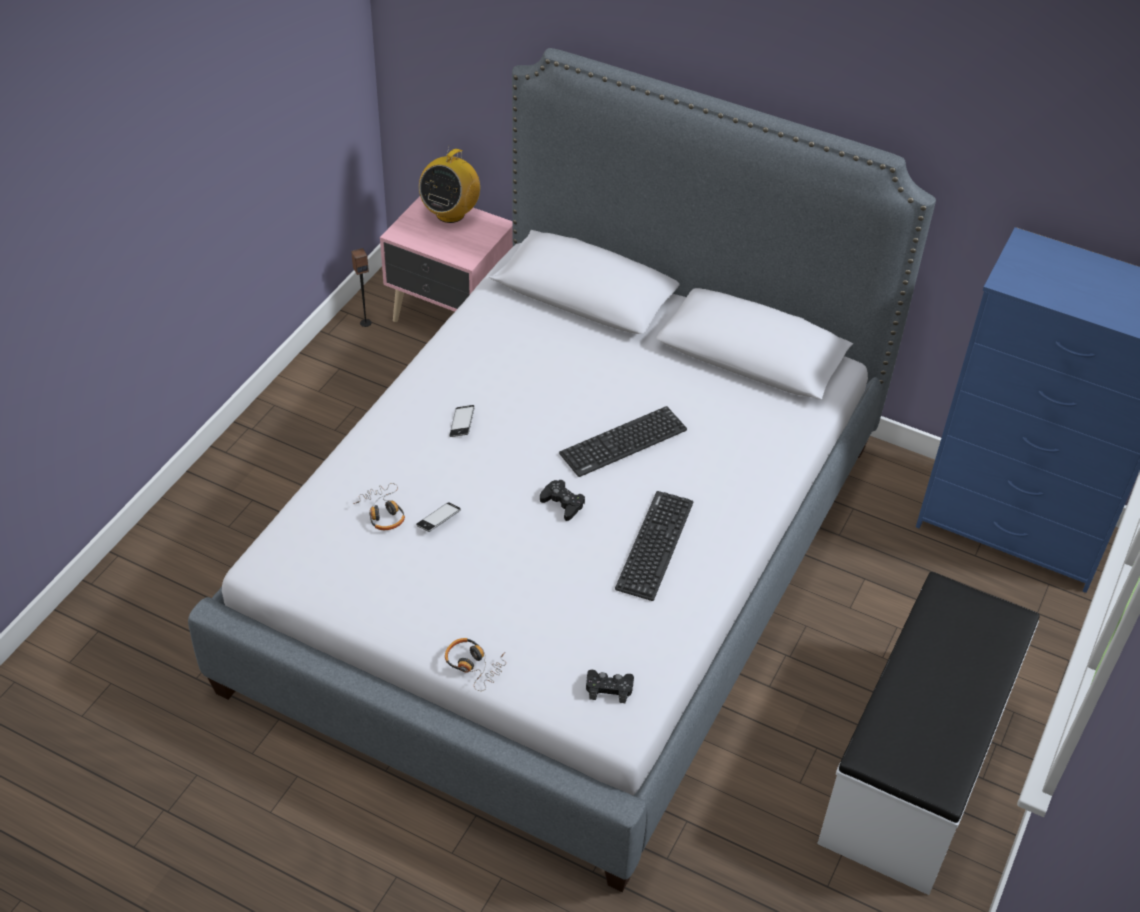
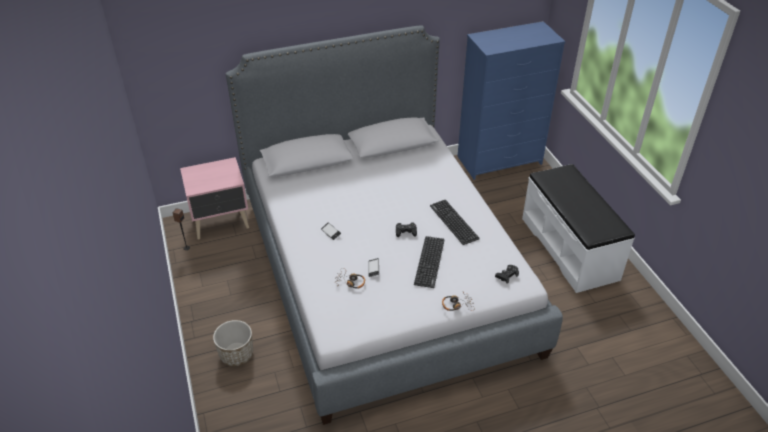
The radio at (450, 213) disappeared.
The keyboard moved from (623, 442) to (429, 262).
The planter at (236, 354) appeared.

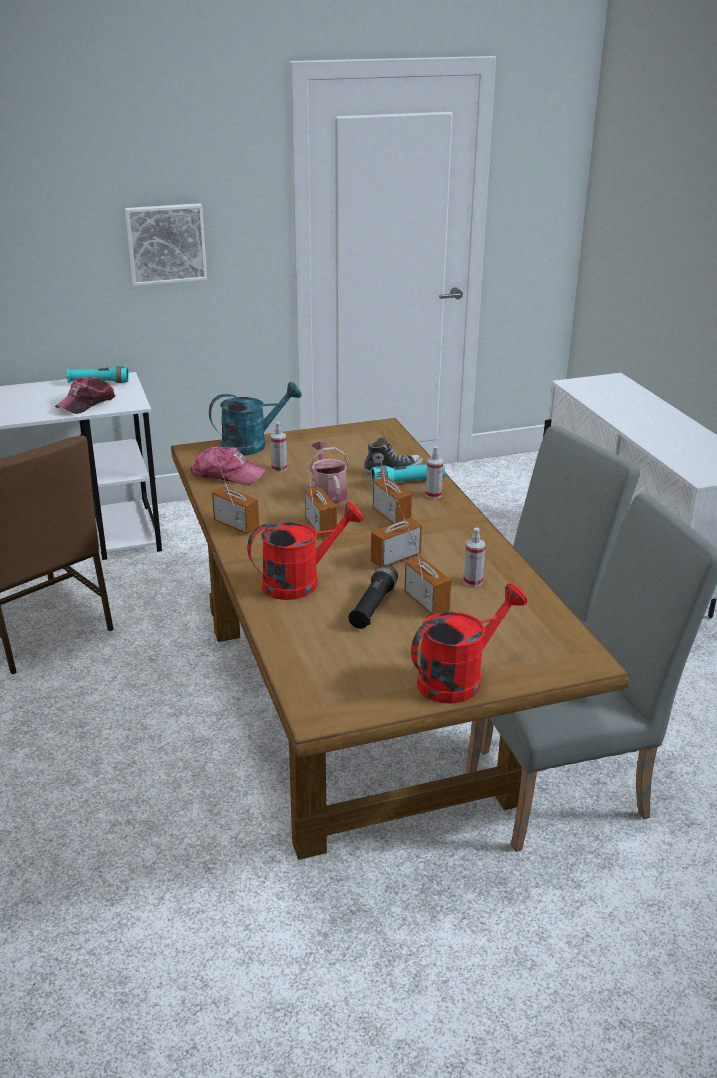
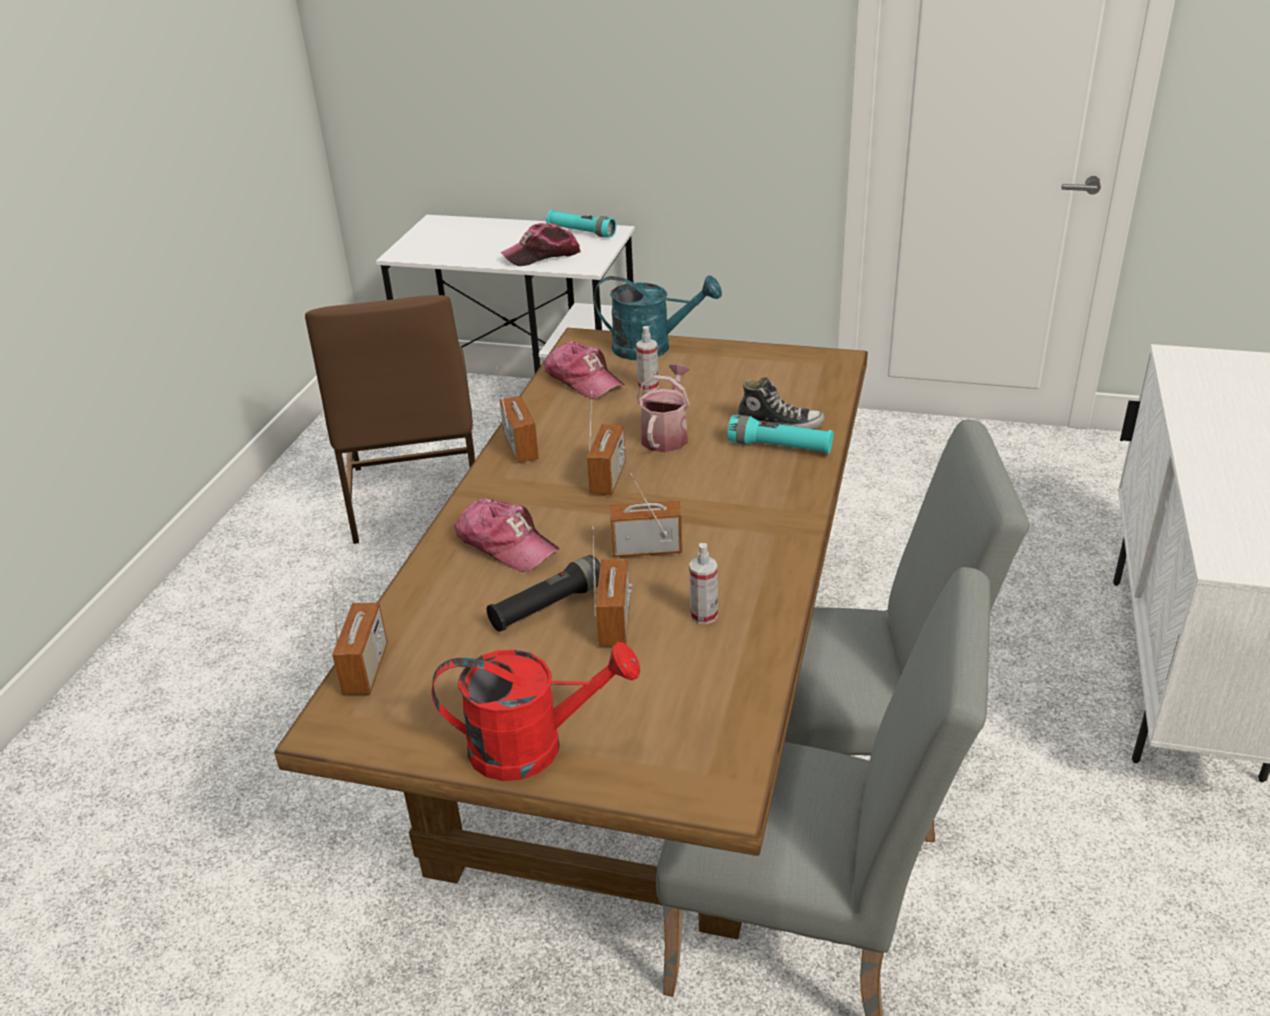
The picture at (166, 243) disappeared.
The spray_bottle at (433, 495) disappeared.
The radio moved from (391, 516) to (366, 669).
The red_watering_can at (300, 582) was replaced by the cap at (506, 544).

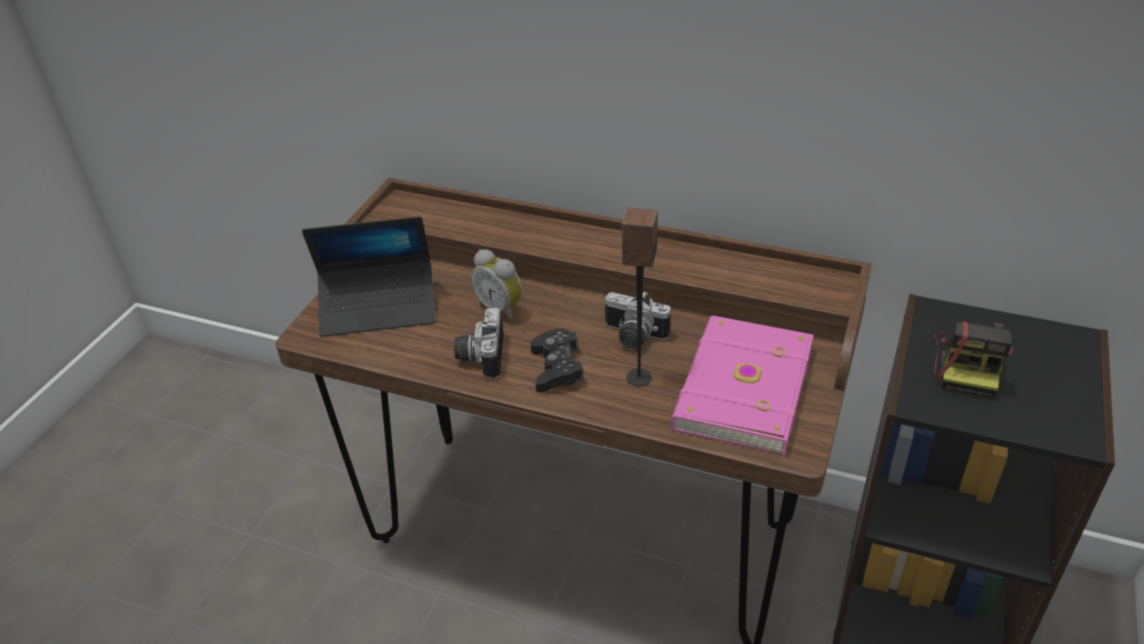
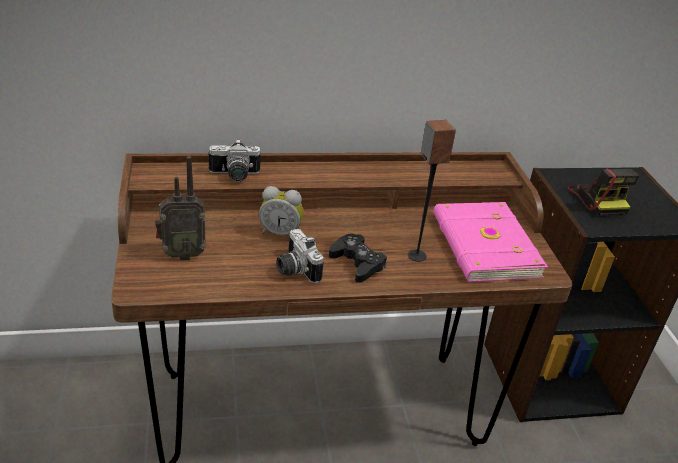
The laptop at (379, 307) was replaced by the radio at (181, 254).
The photo_camera moved from (632, 337) to (234, 176).

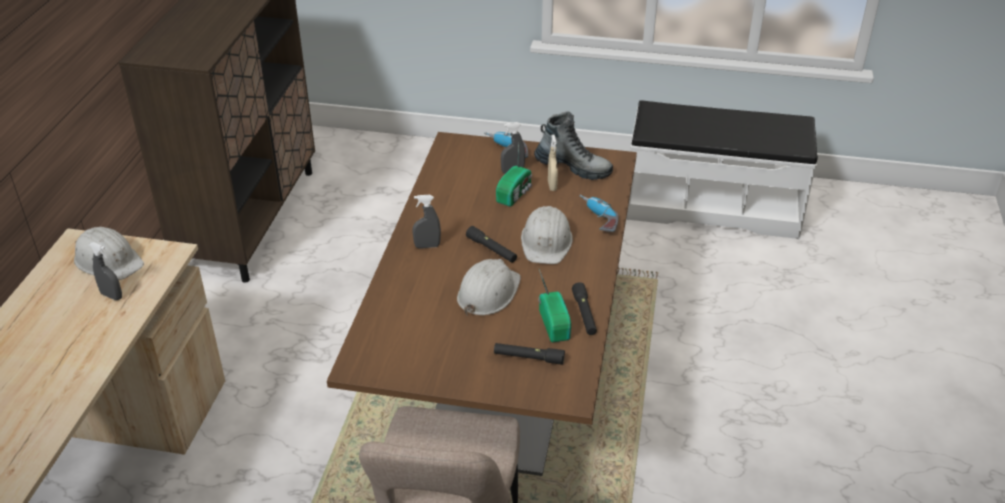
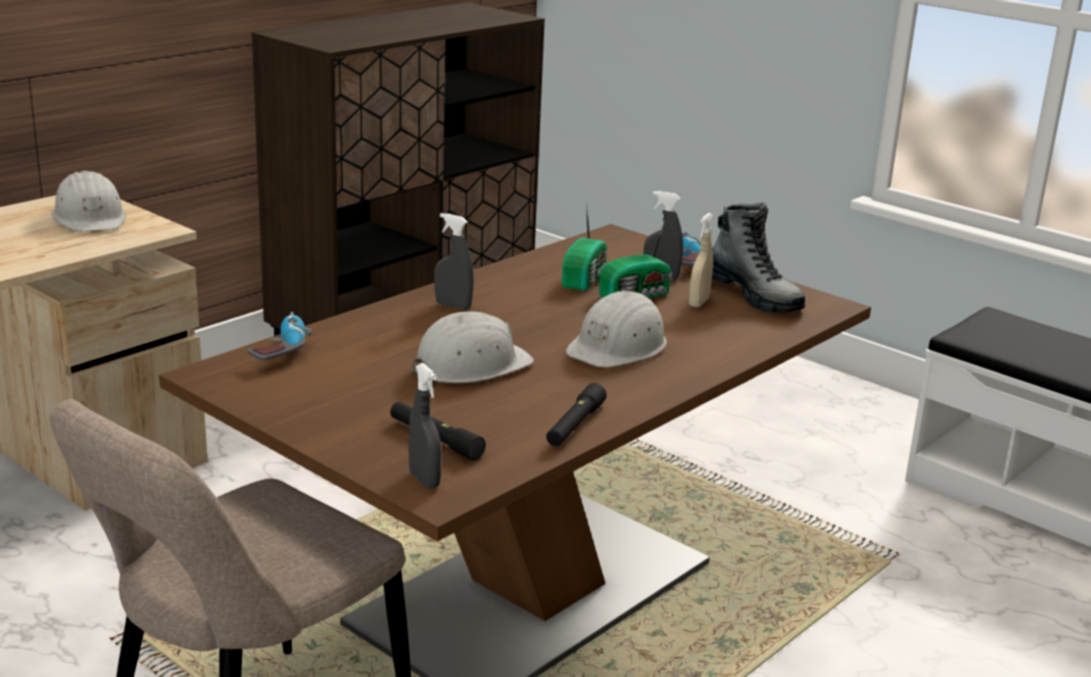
The power_drill moved from (597, 219) to (280, 348).
The black_flashlight at (491, 249) disappeared.
The grey_spray_bottle moved from (112, 296) to (424, 479).
The radio moved from (555, 323) to (586, 278).

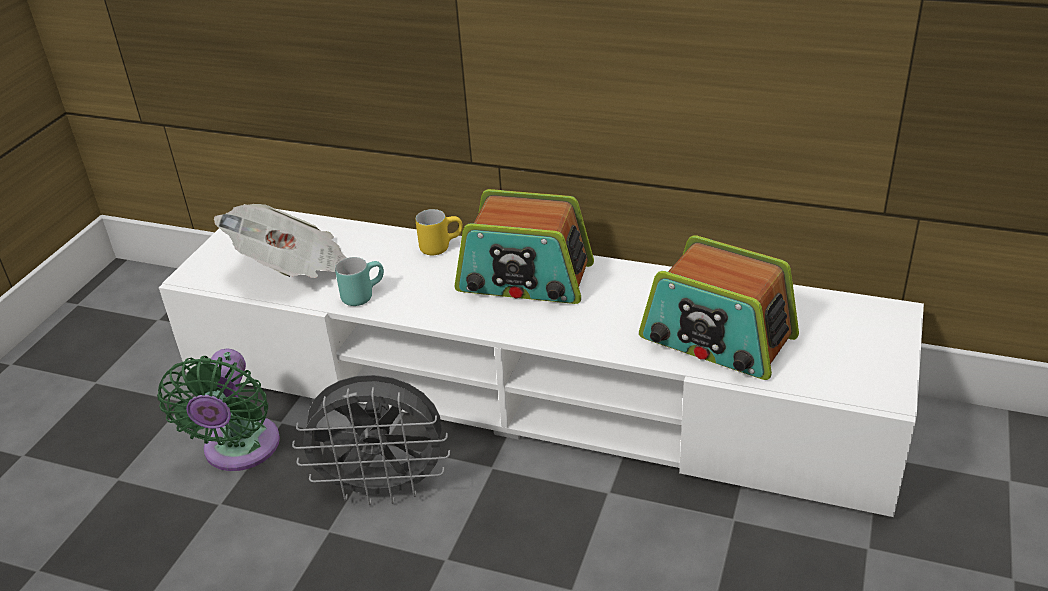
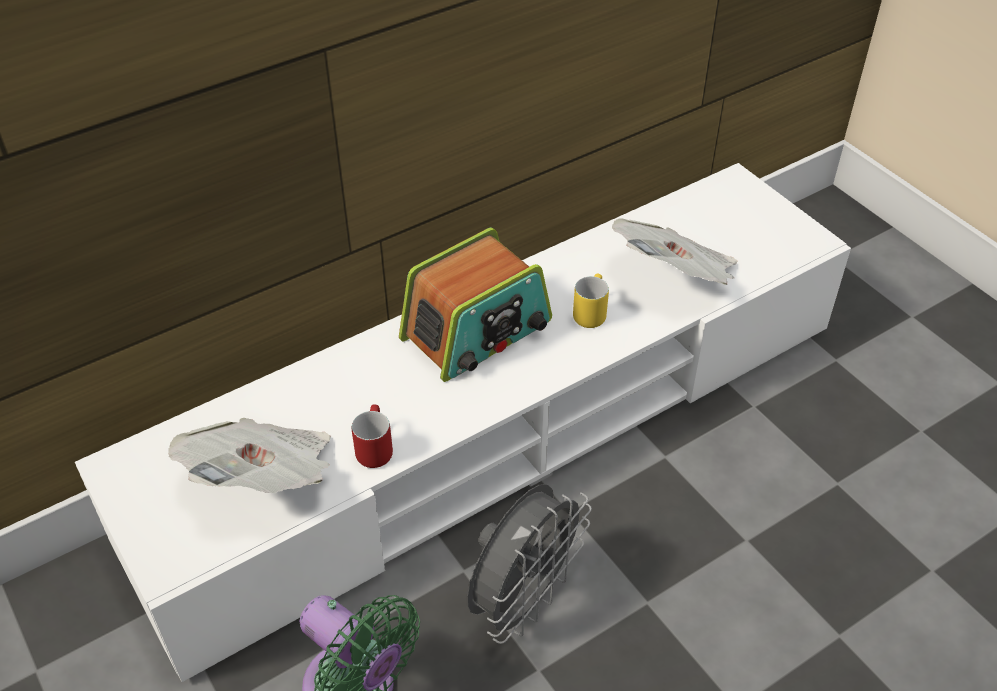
The yellow_mug moved from (440, 246) to (588, 312).
The radio at (717, 339) was replaced by the newspaper at (676, 277).
The turquoise_mug at (362, 294) became the red_mug at (372, 448).

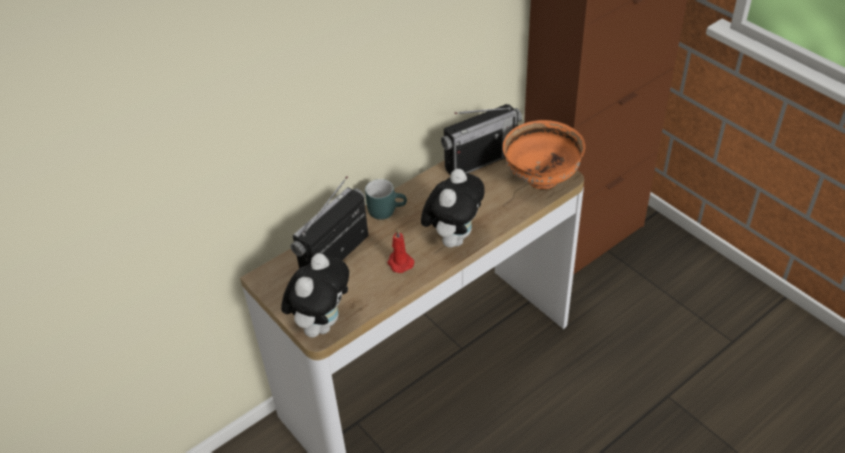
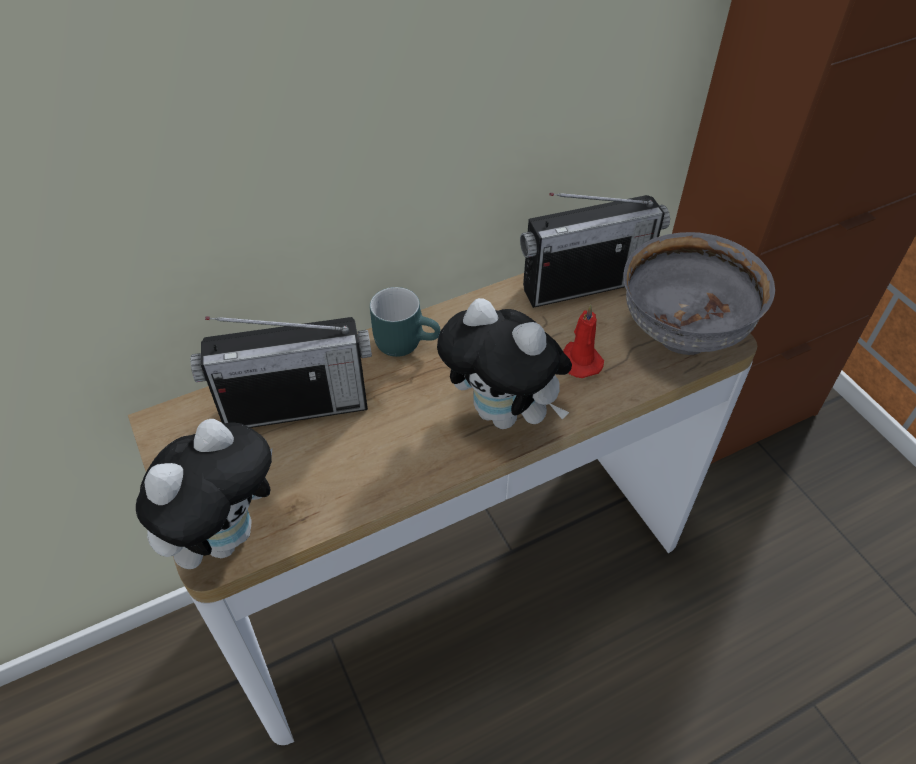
The orange_bowl at (541, 180) became the grey_bowl at (682, 337).
The plush_toy at (453, 238) turned 90 degrees clockwise.
The radio at (335, 255) turned 150 degrees counterclockwise.
The red_candle moved from (399, 262) to (579, 360).

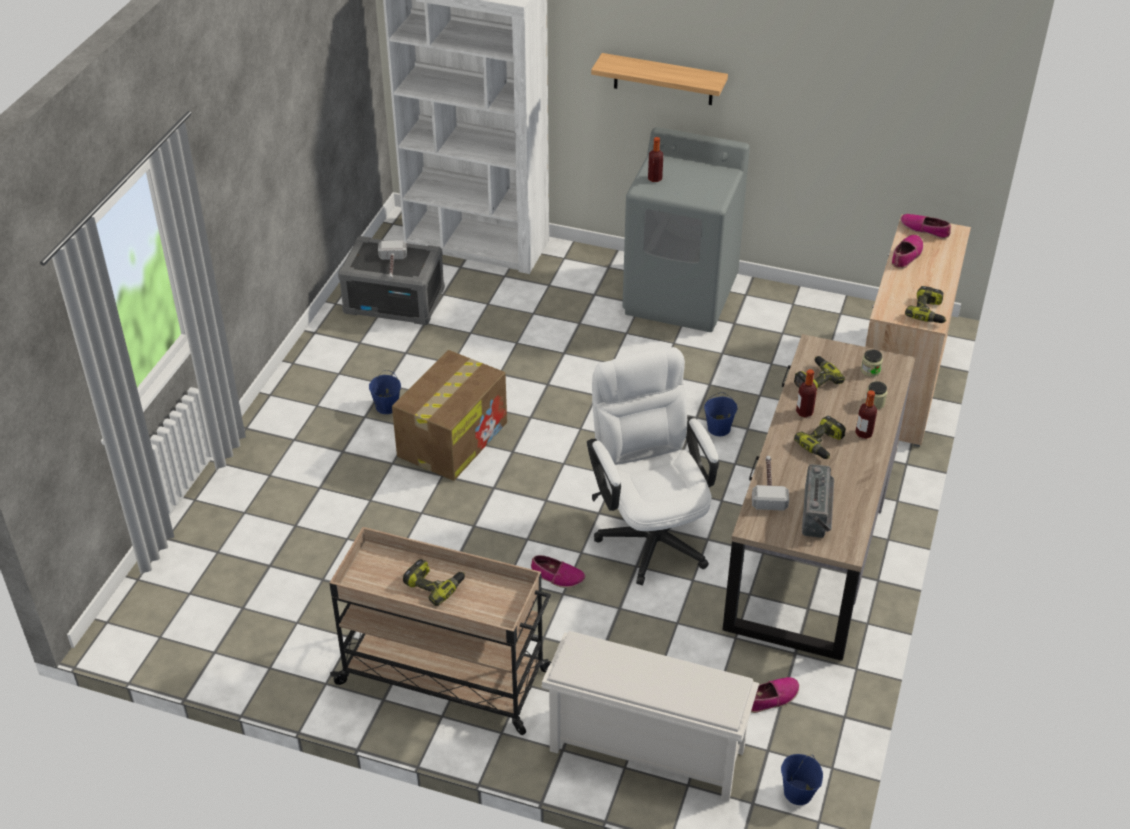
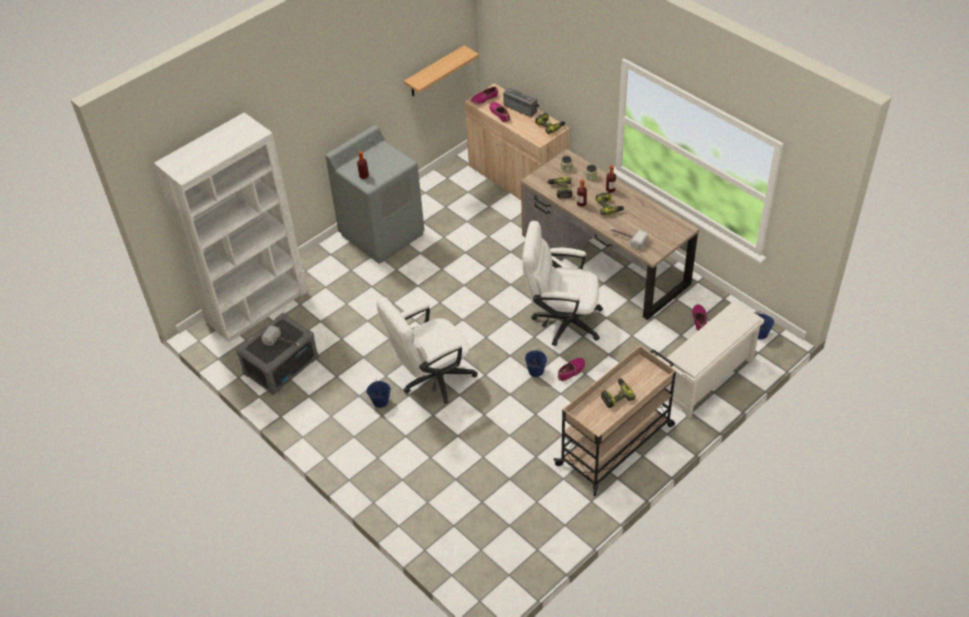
The shelf moved from (663, 79) to (435, 72).
The cardboard_box at (453, 438) was replaced by the white_office_chair at (431, 379).
The blue_bucket moved from (719, 428) to (535, 371).
The radio moved from (818, 513) to (521, 108).

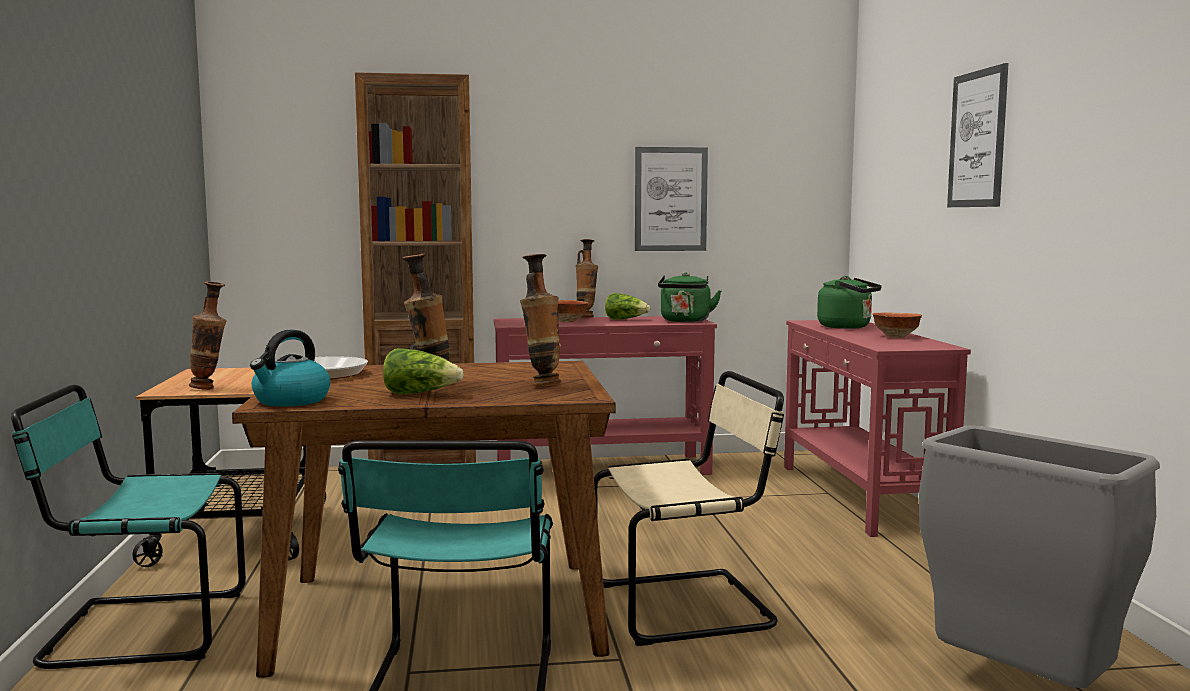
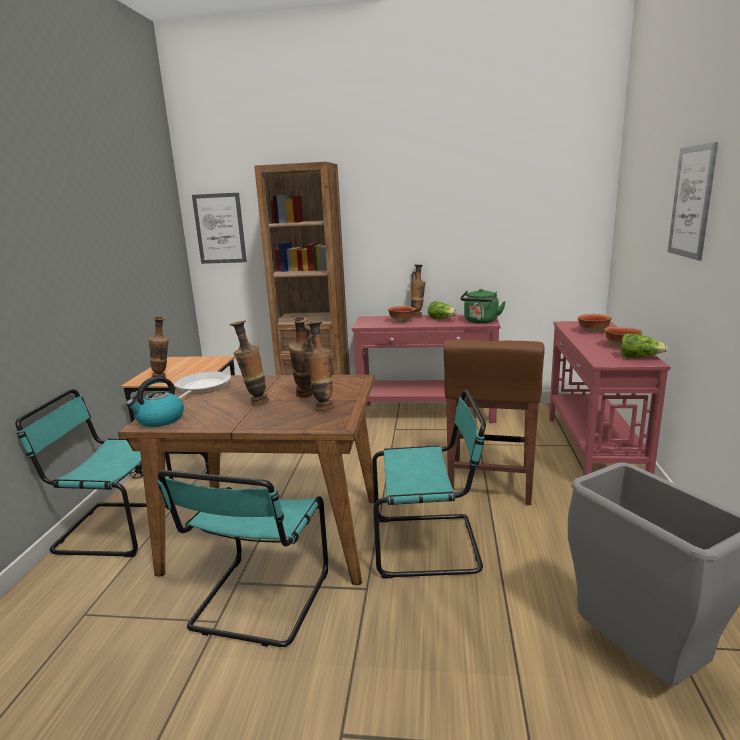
The picture moved from (670, 199) to (220, 228).
The green_kettle at (847, 327) was replaced by the bowl at (593, 331).
The lettuce moved from (420, 394) to (639, 357).
The beige_chair at (688, 606) became the turquoise_chair at (430, 545).
The vase at (305, 397) appeared.
The brown_stool at (489, 483) appeared.

